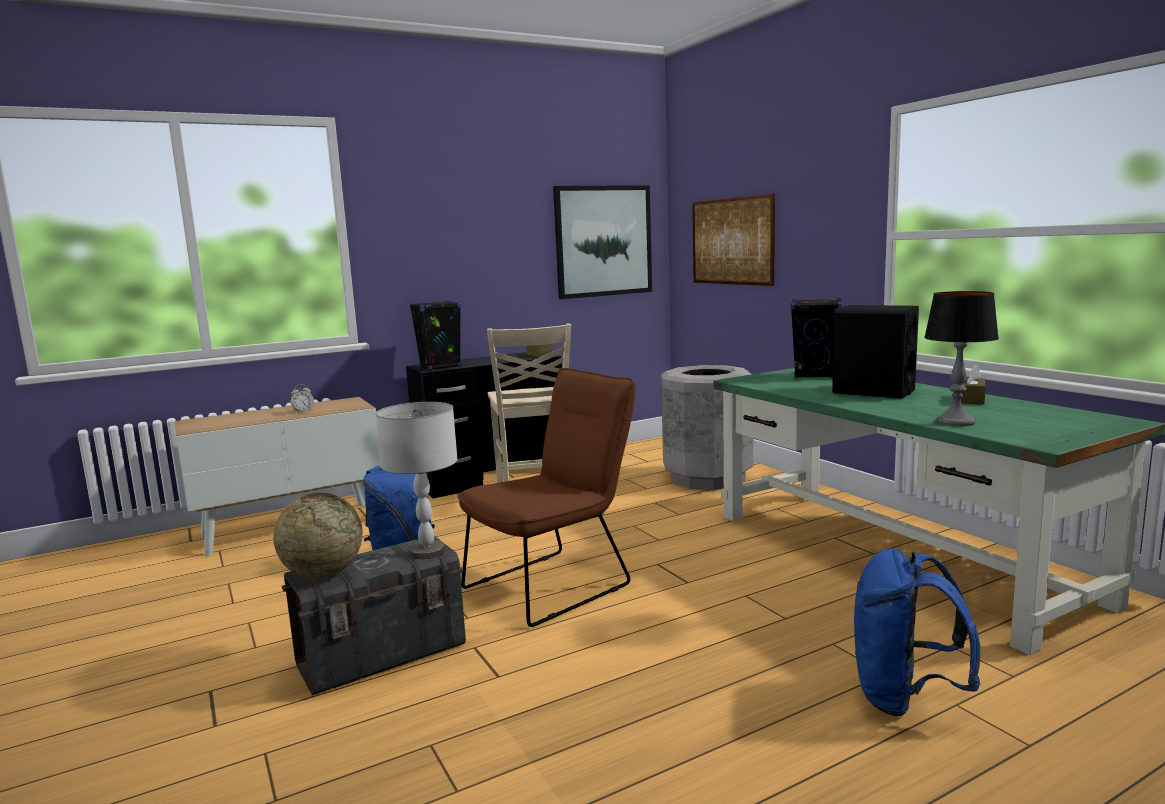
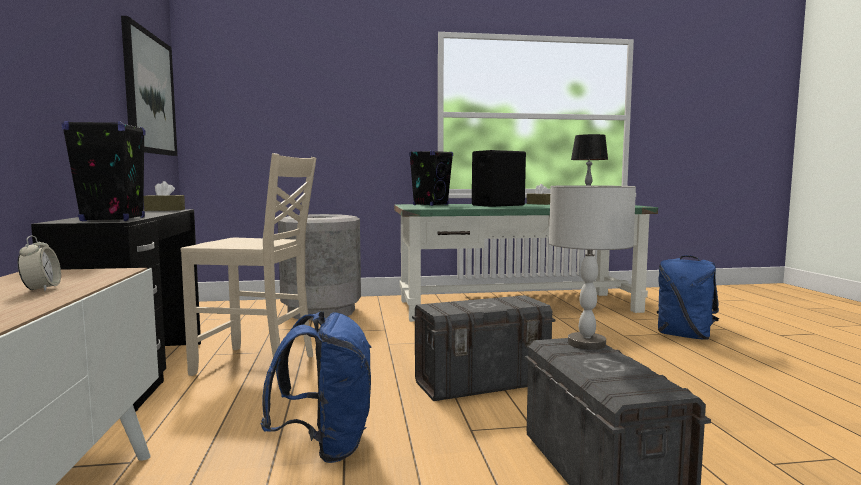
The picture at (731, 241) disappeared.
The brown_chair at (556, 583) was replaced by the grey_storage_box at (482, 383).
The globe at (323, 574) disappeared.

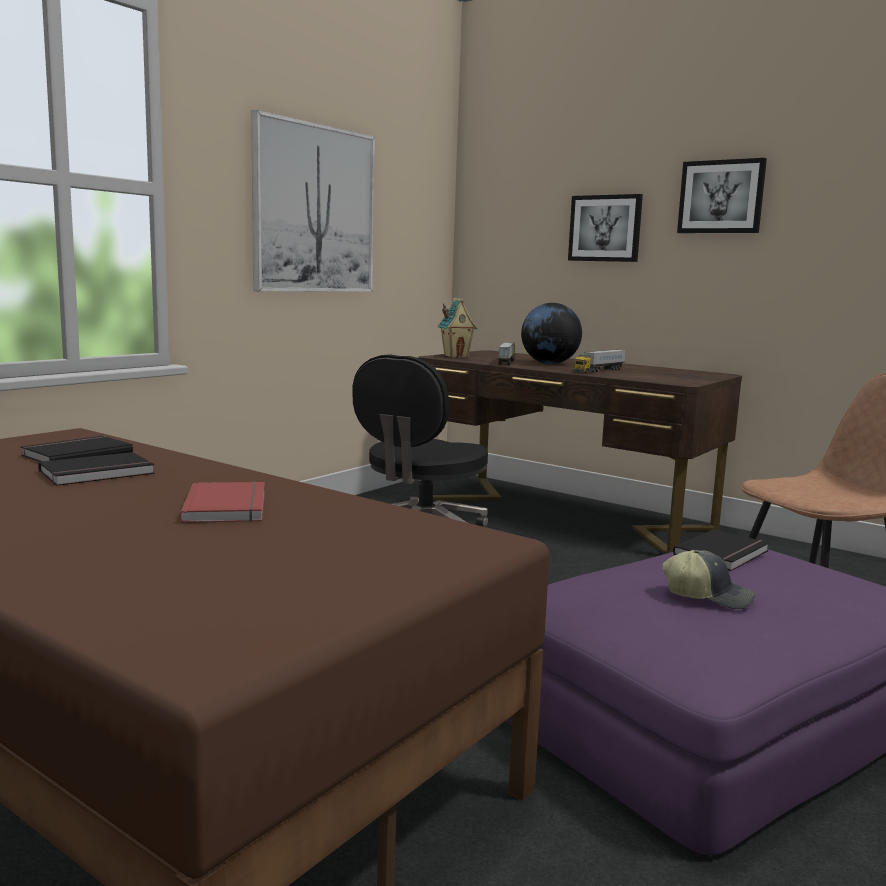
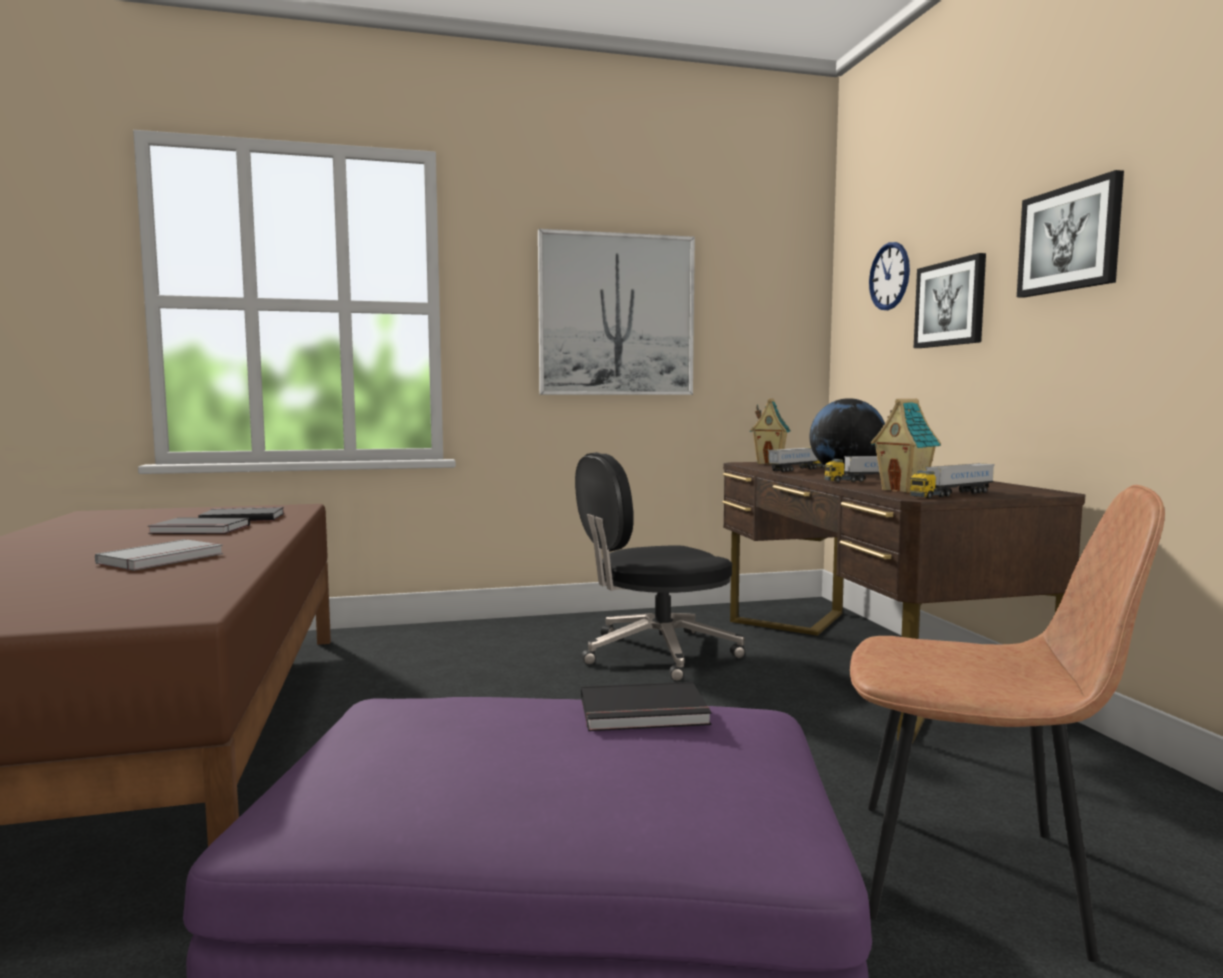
The red_book at (229, 506) became the grey_book at (163, 559).
The cap at (708, 596) disappeared.
The wall_clock at (889, 276) appeared.
The toy_house at (904, 490) appeared.
The toy_truck at (951, 494) appeared.

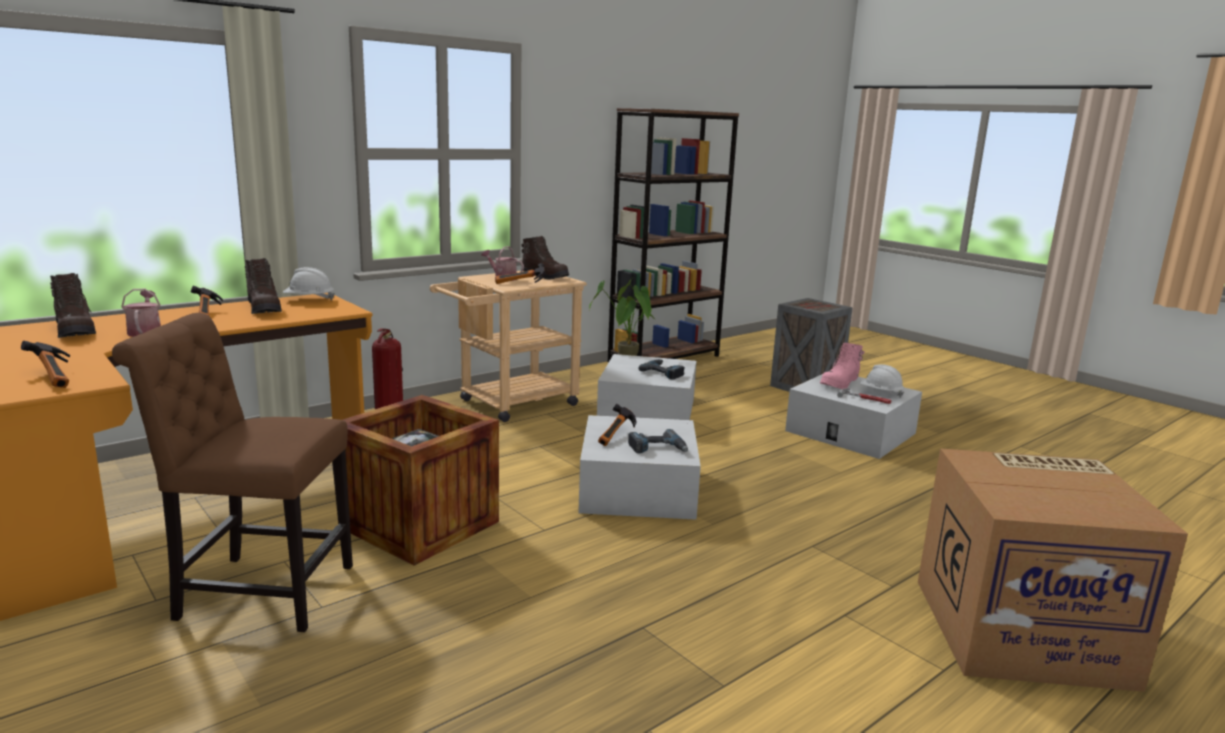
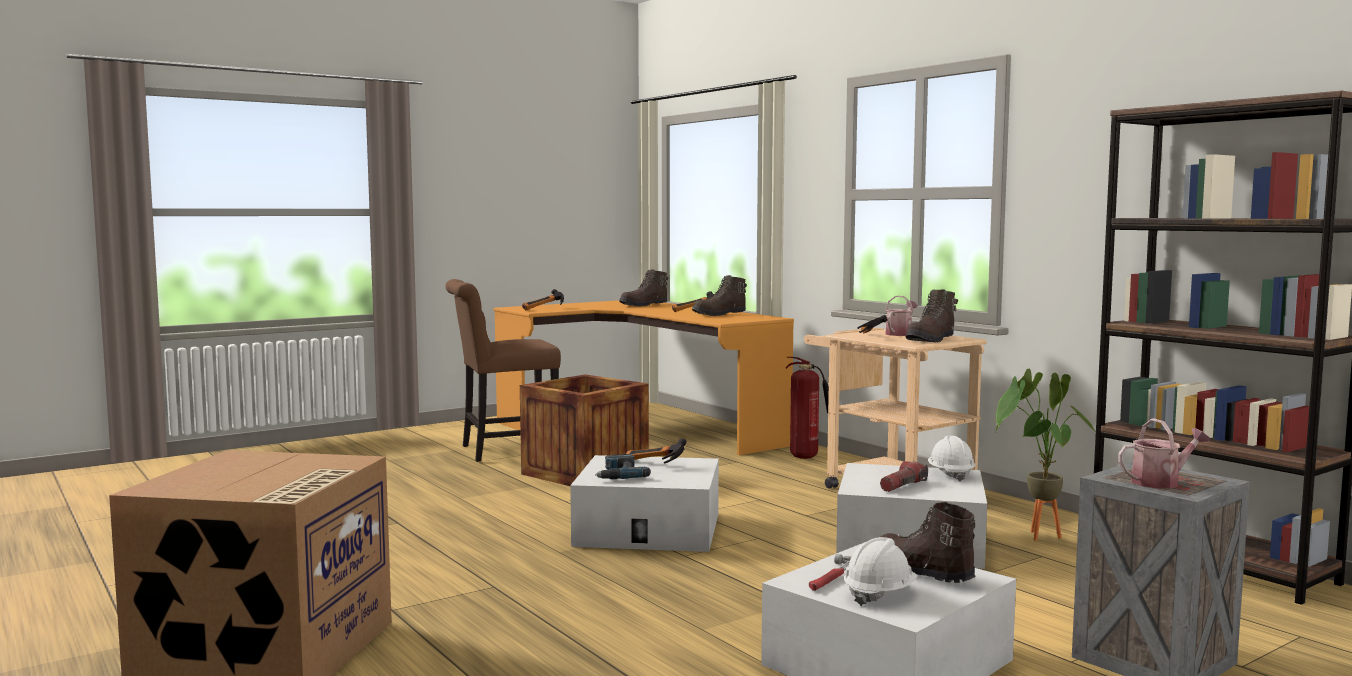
The white_hard_hat moved from (308, 300) to (950, 475).
The watering_can moved from (145, 331) to (1160, 482).
The brown_chair at (258, 591) turned 120 degrees counterclockwise.
The pink_boot at (840, 383) became the brown_boot at (921, 573).
The power_drill at (663, 372) was replaced by the flashlight at (903, 486).

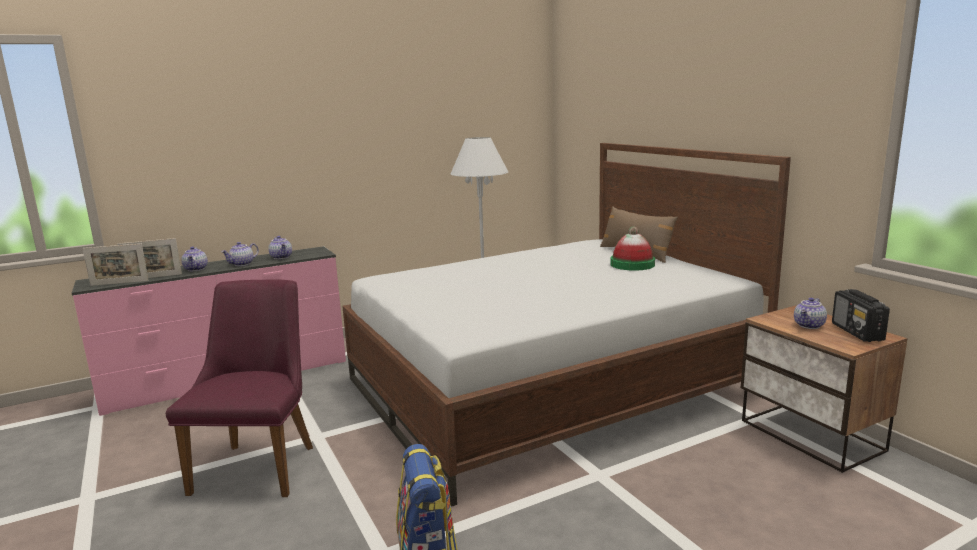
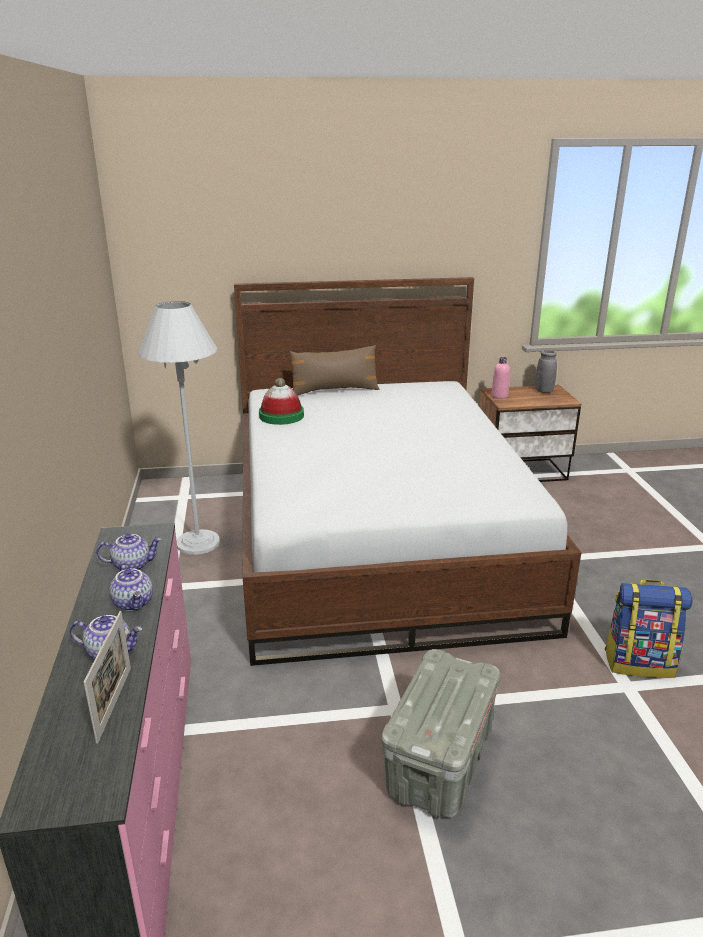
The hat moved from (632, 264) to (281, 416).
The picture_frame at (119, 283) disappeared.
The purple_chair at (261, 463) was replaced by the grey_storage_box at (439, 762).
The radio at (857, 332) was replaced by the grey_vase at (544, 391).
The teapot at (809, 326) disappeared.
The pink_bottle at (499, 396) appeared.

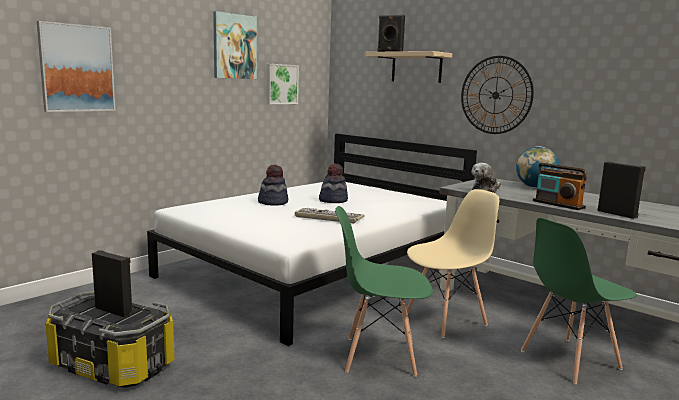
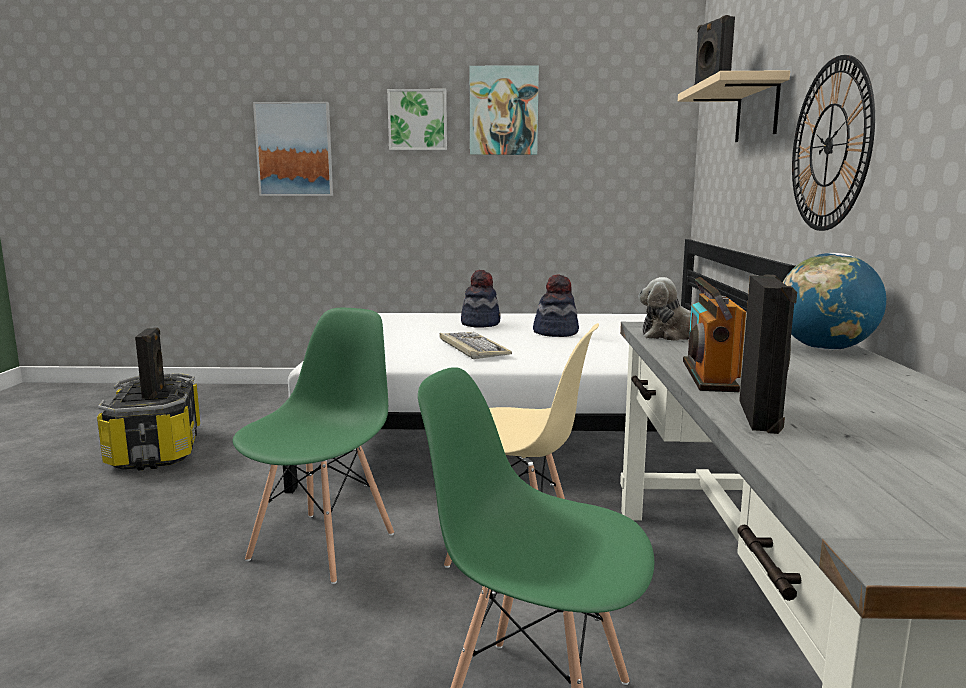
The picture moved from (281, 84) to (417, 120).
The green_chair at (379, 356) turned 60 degrees clockwise.

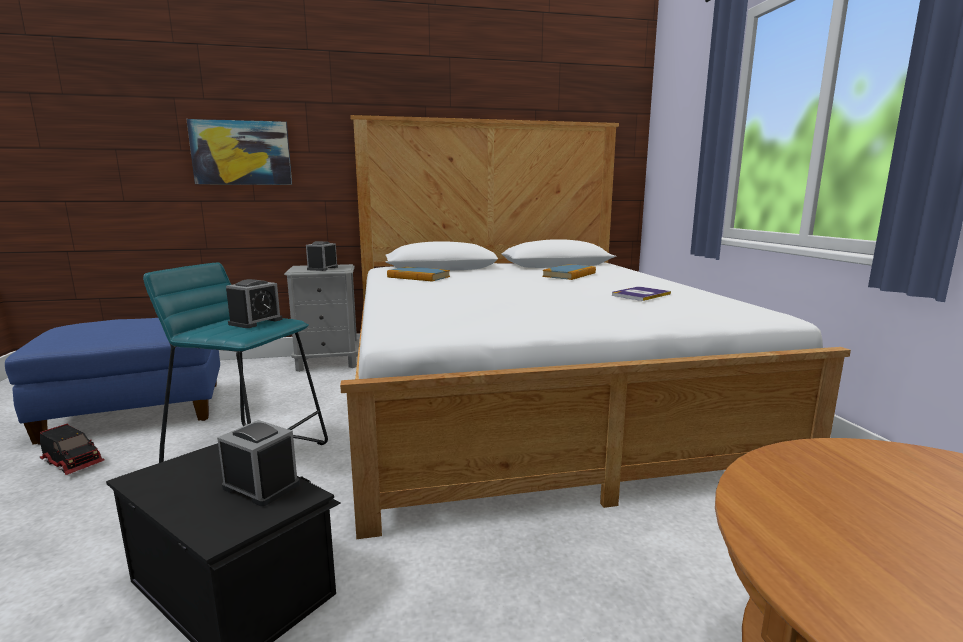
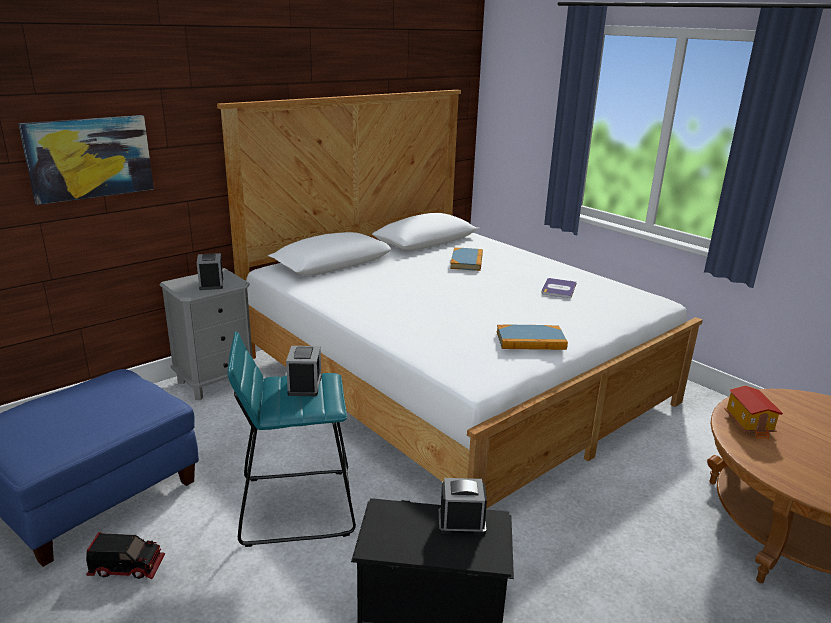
The book moved from (418, 277) to (530, 340).
The toy_house at (749, 424) appeared.

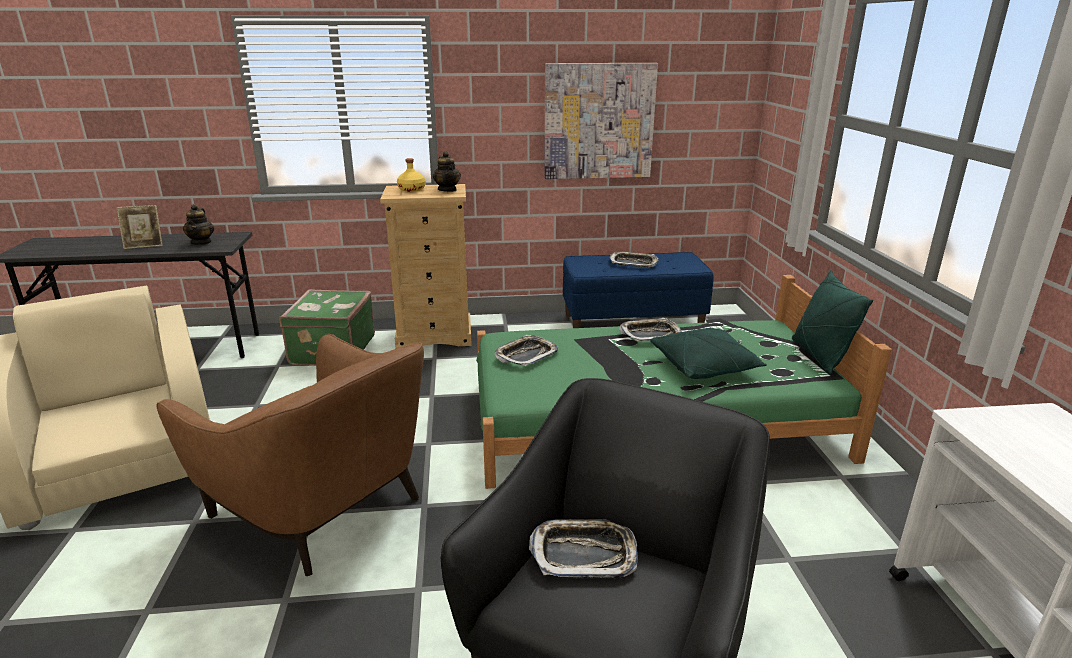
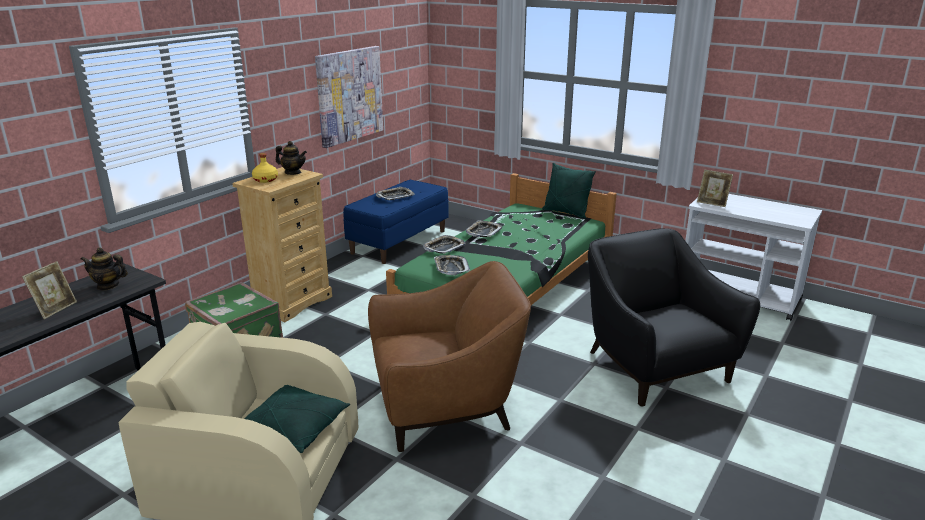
The teapot at (202, 242) turned 150 degrees clockwise.
The green_pillow moved from (704, 366) to (294, 429).
The tray moved from (584, 554) to (444, 247).
The picture_frame at (712, 203) appeared.

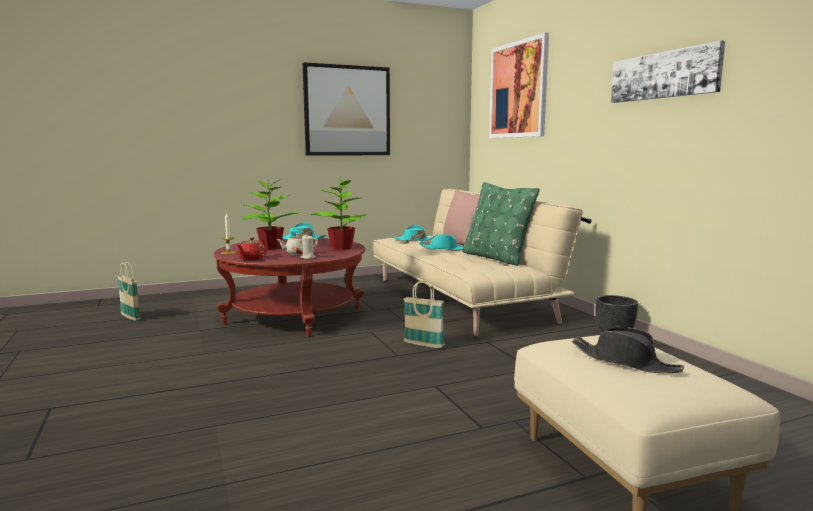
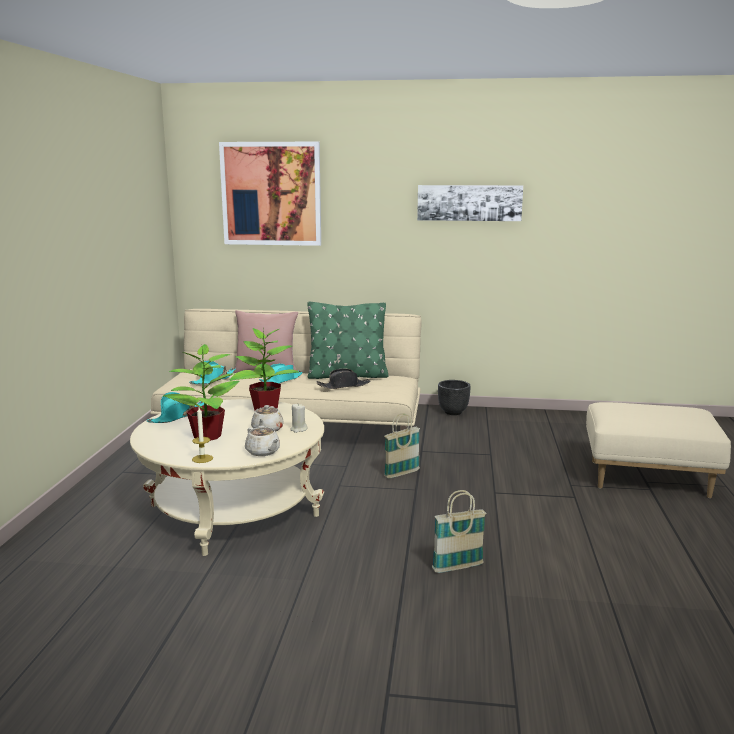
The picture at (347, 111) disappeared.
The red_teapot at (252, 258) became the beige_teapot at (263, 452).
The red_coffee_table at (294, 316) became the beige_coffee_table at (234, 510).
The basket moved from (130, 317) to (458, 567).
The black_hat moved from (625, 361) to (344, 386).

